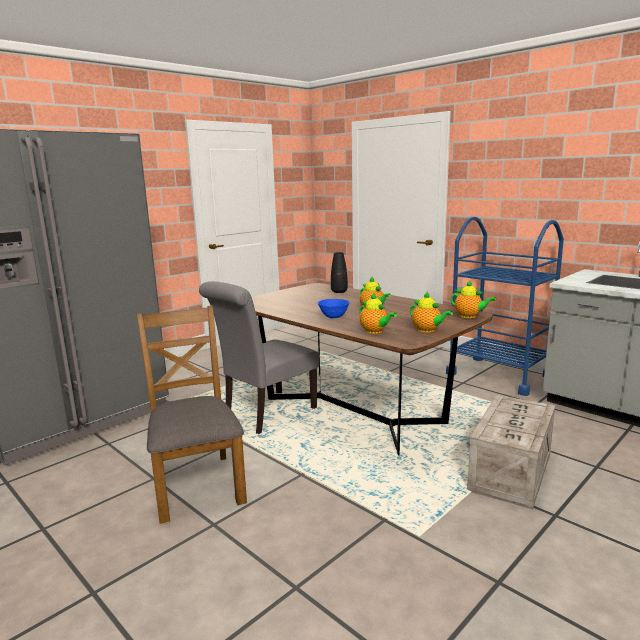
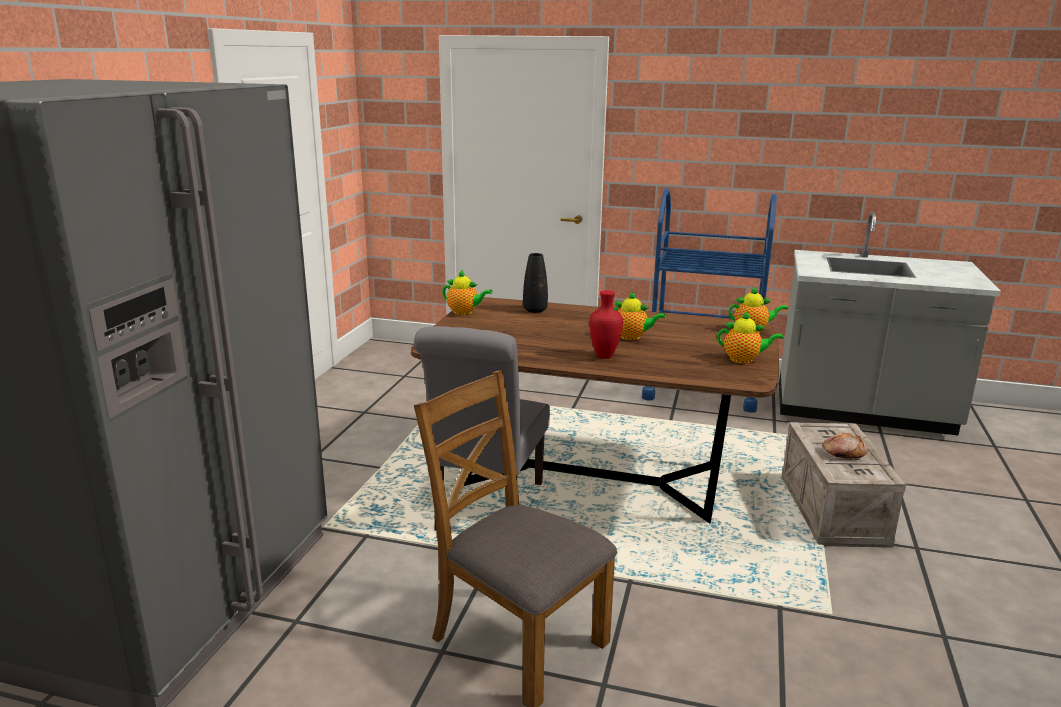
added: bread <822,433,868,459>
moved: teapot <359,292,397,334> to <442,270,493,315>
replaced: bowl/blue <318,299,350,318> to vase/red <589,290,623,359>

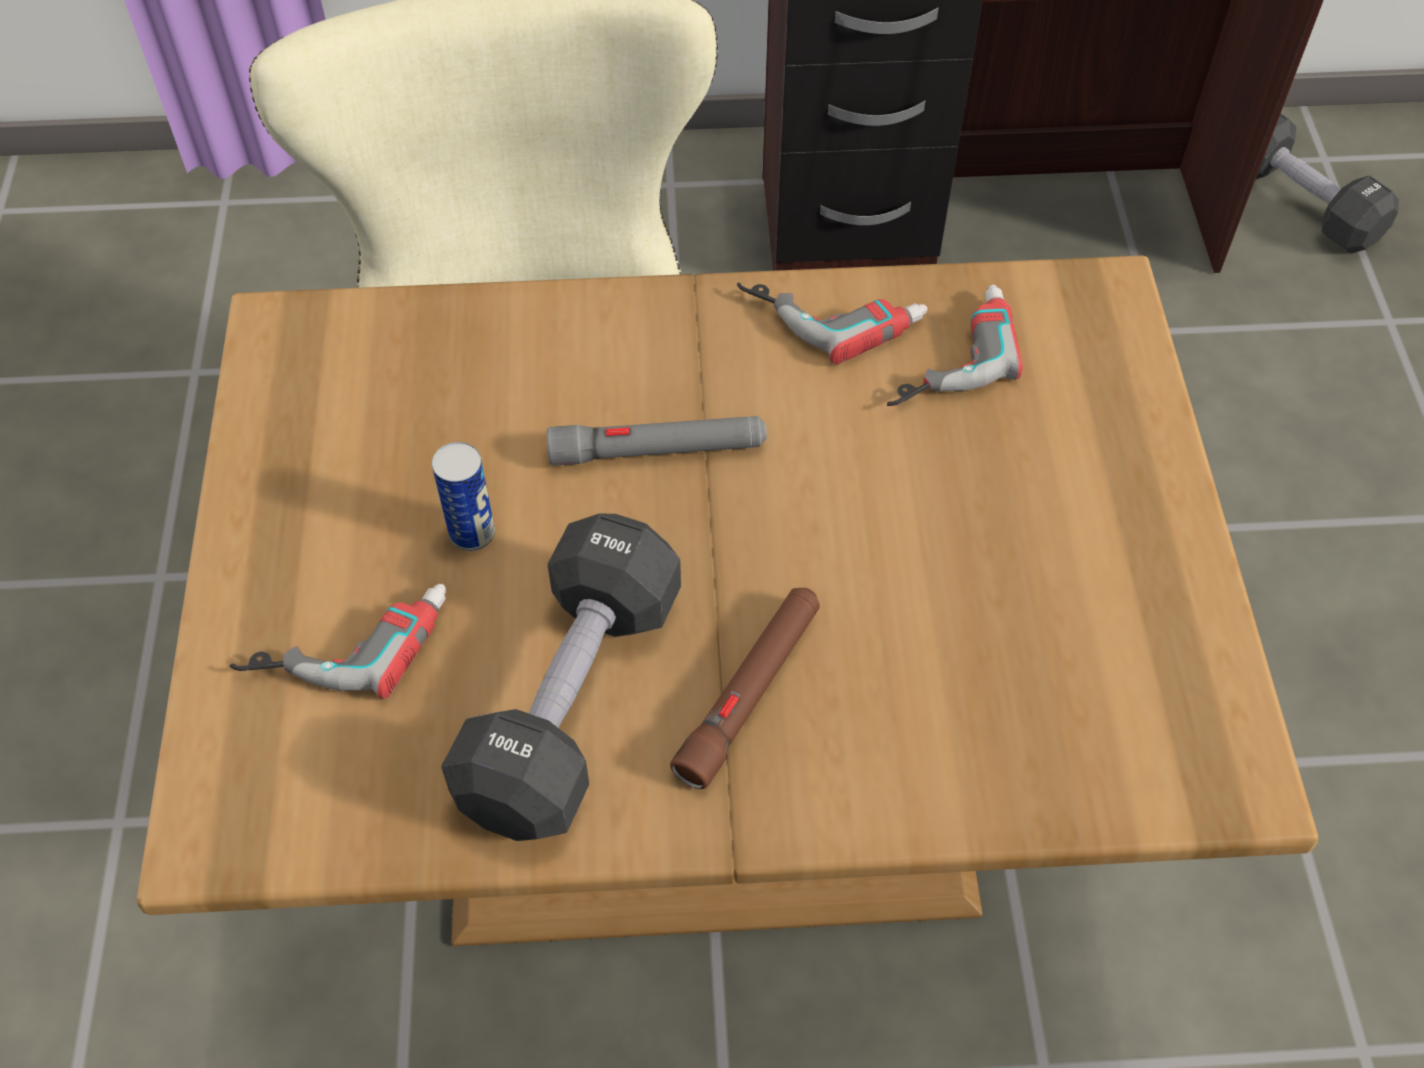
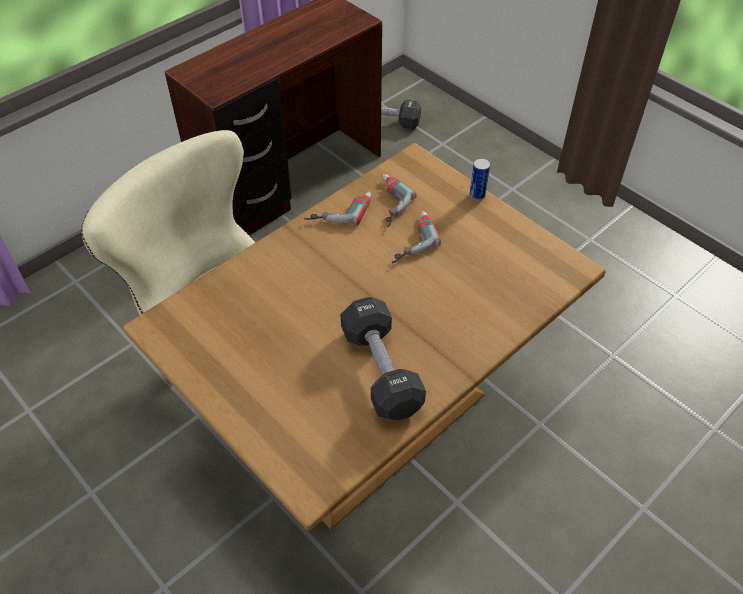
removed: flashlight/grey <547,416,767,466>; flashlight/brown <670,588,820,789>
moved: power drill <230,584,446,699> to <392,211,441,263>; can <432,442,495,551> to <470,158,490,201>

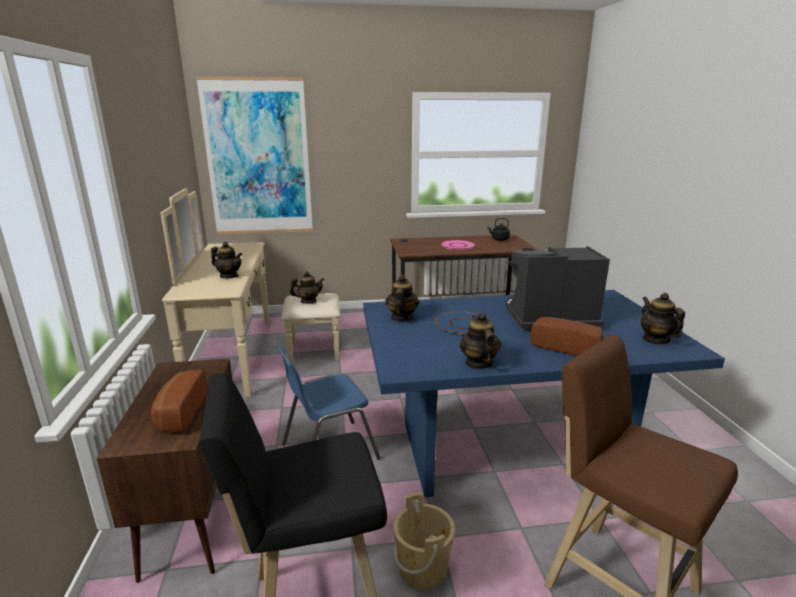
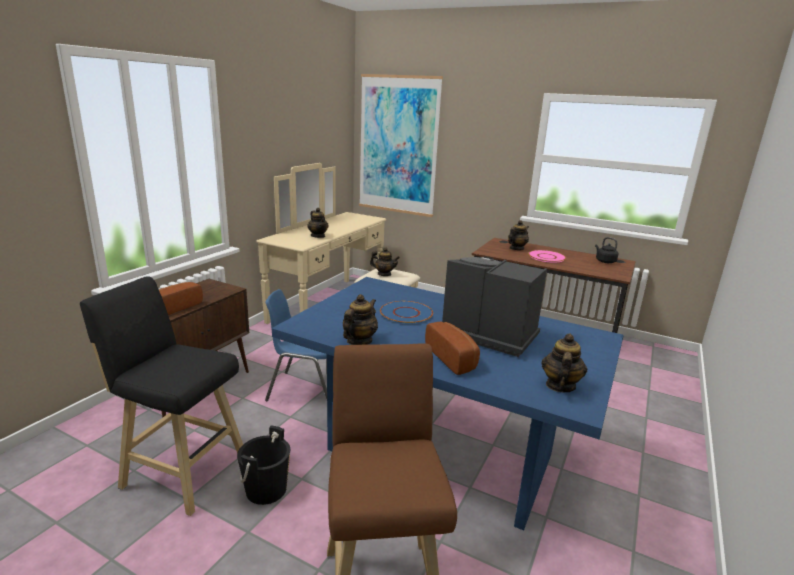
moved: teapot <385,275,419,321> to <508,220,529,250>
recoloured: bucket/beige <393,492,455,590> to bucket/black <237,426,290,505>

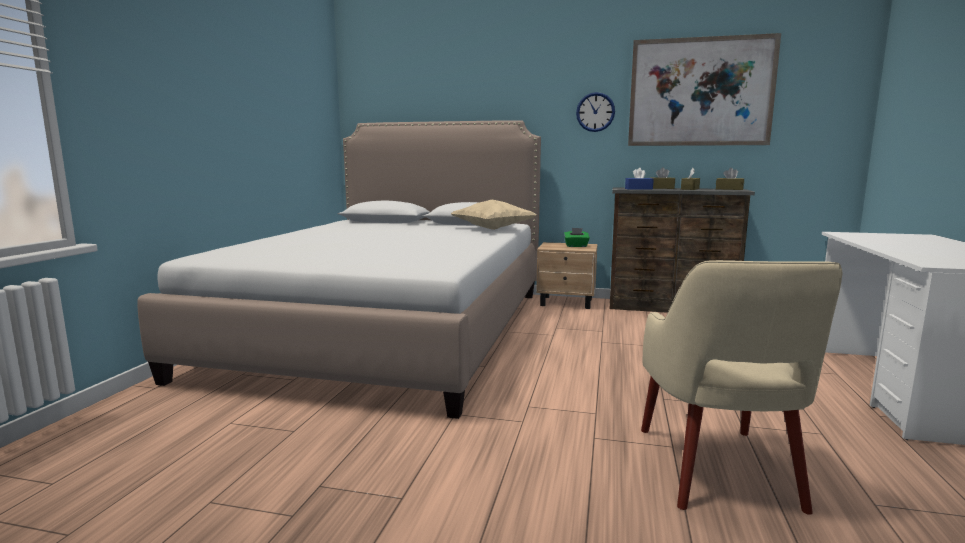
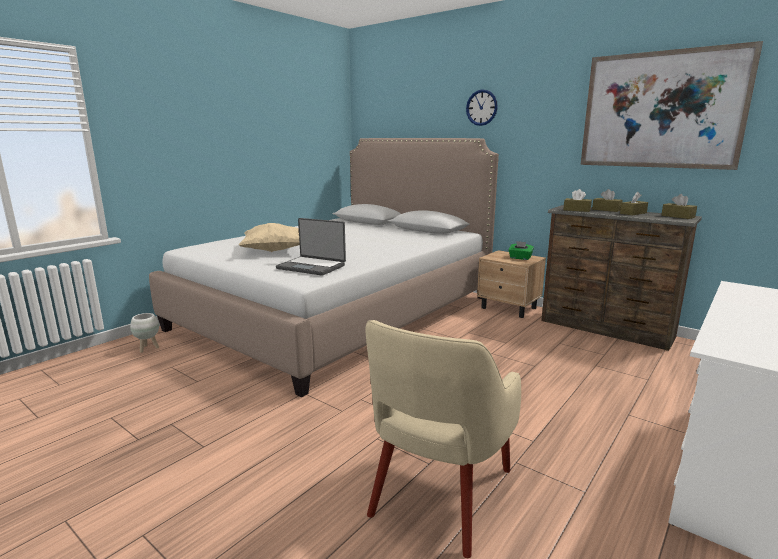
added: planter/white <130,313,159,353>; laptop <276,218,346,275>
moved: pillow/beige <451,200,536,230> to <238,223,300,252>; wall clock <576,92,615,132> to <466,89,498,126>
recoloured: tissue box/blue <625,168,654,190> to tissue box/brown <564,189,592,212>

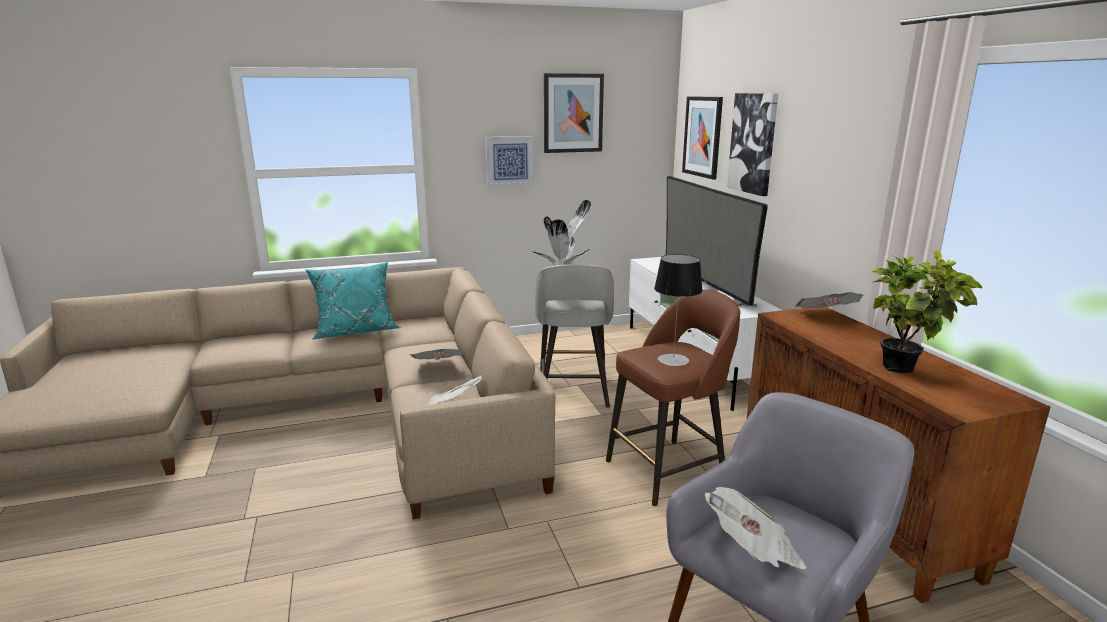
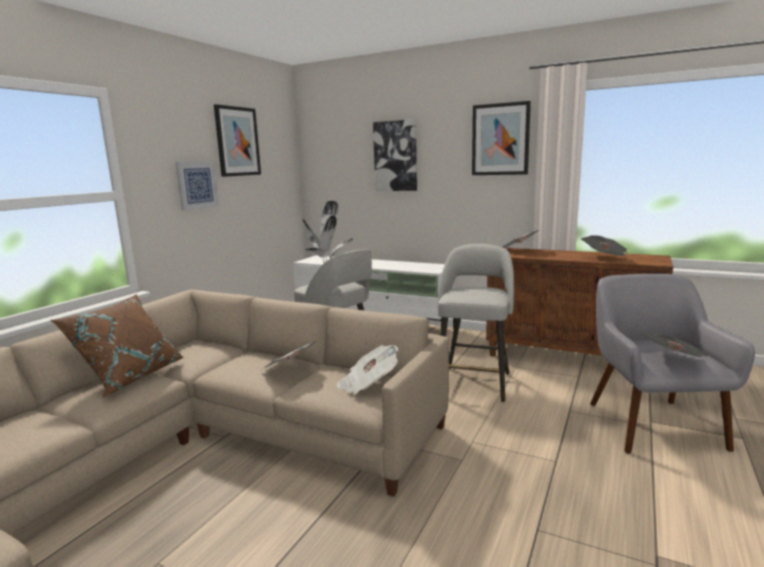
removed: table lamp <654,254,703,366>; television <666,176,768,306>
moved: picture <682,96,723,180> to <472,101,531,175>
replaced: potted plant <871,250,982,374> to newspaper <581,235,628,256>
recoloured: pillow/turquoise <305,262,401,339> to pillow/brown <50,294,184,397>; stool/brown <606,289,740,506> to stool/grey <438,244,514,402>

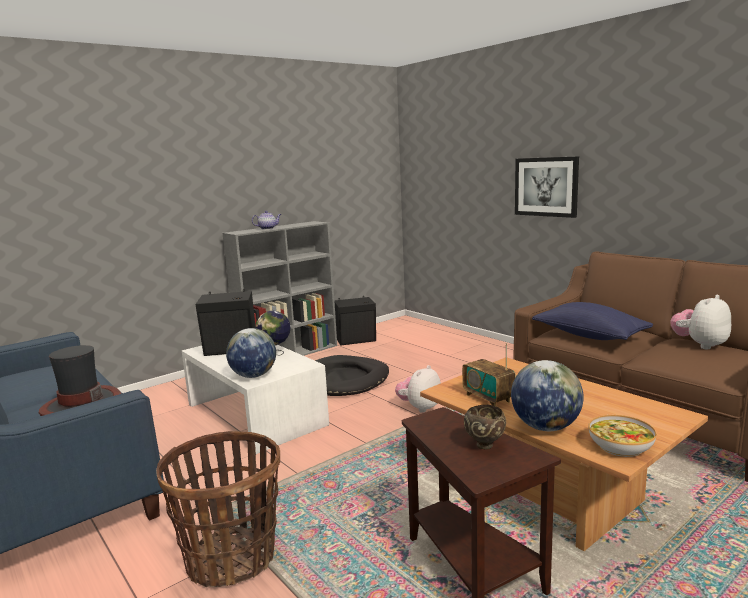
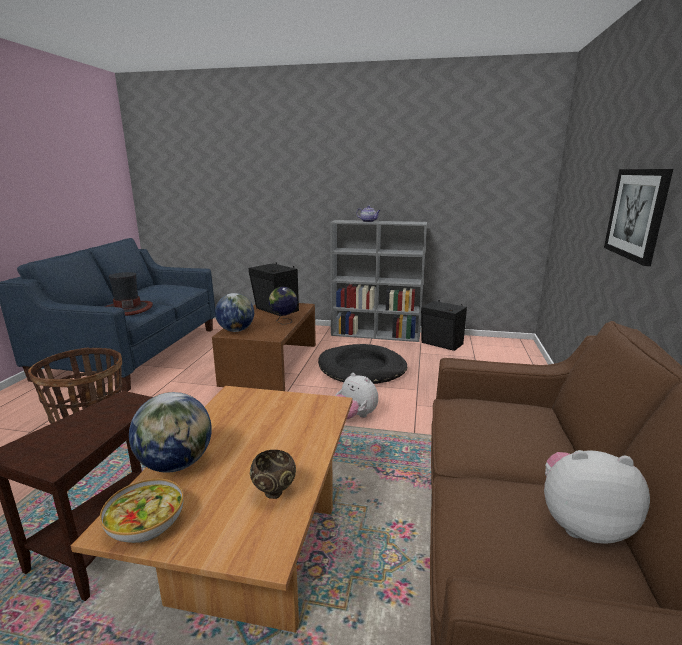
removed: radio <462,343,516,406>; pillow/blue <532,302,653,340>
moved: bowl/brown <464,405,506,450> to <250,450,296,499>
recoloured: coffee table/white <182,345,329,454> to coffee table/brown <212,303,316,391>
turned: plush toy <395,365,441,413> = <335,373,378,419> 135 degrees counterclockwise

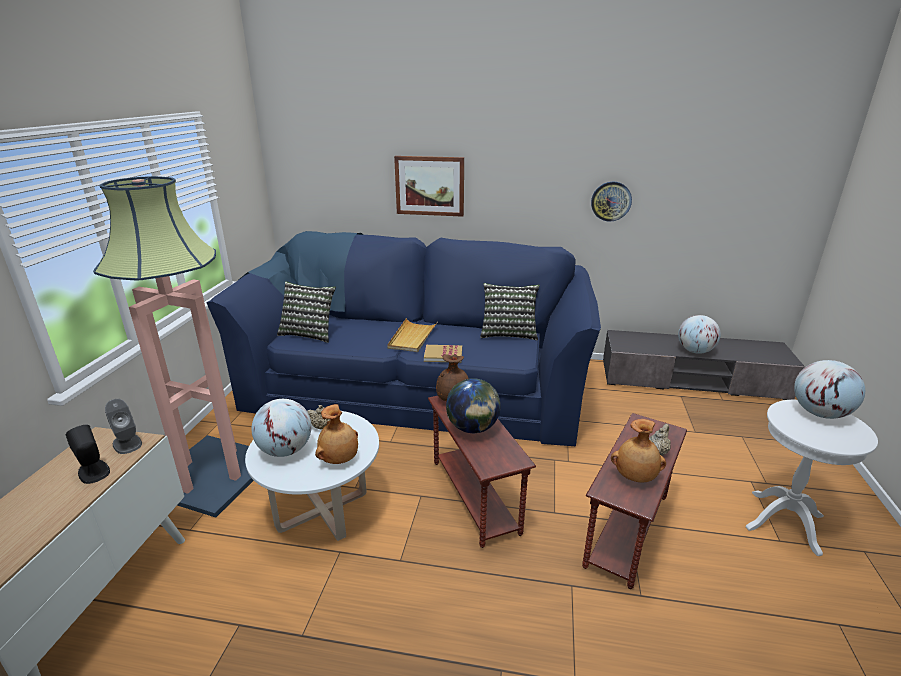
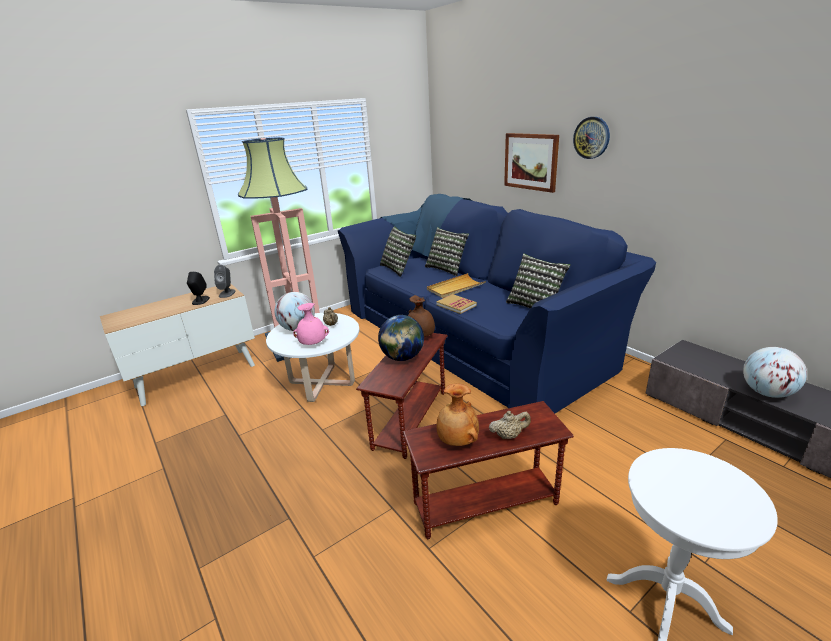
removed: globe <794,360,865,419>
added: pillow <425,227,469,276>
moved: wall clock <591,182,632,221> to <573,117,610,159>
recoloured: vase/brown <315,404,358,464> to vase/pink <293,303,329,345>

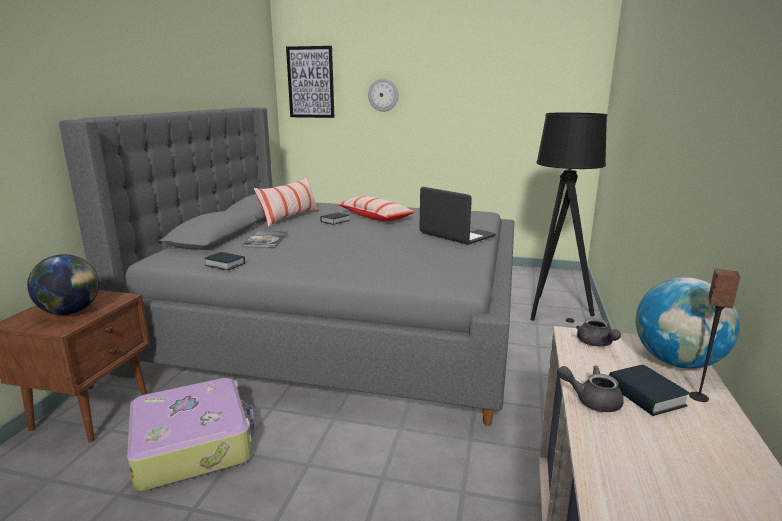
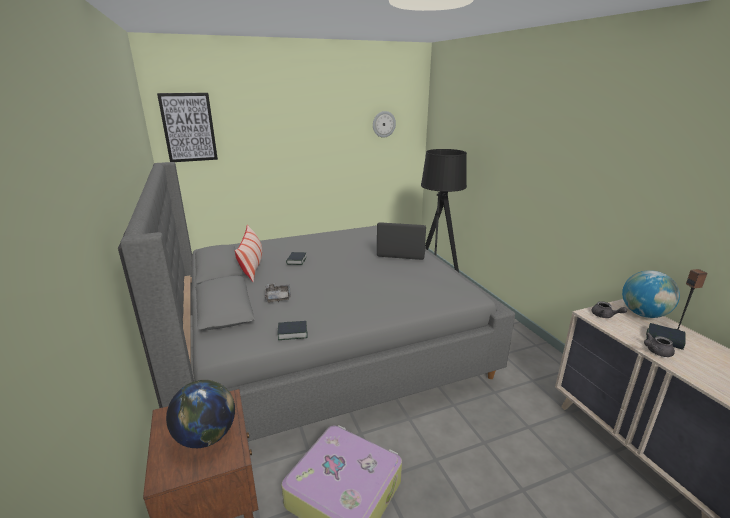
removed: pillow <337,196,415,221>
moved: wall clock <368,78,399,112> to <373,111,396,138>
replaced: book <242,231,288,248> to tray/grey <265,283,291,303>

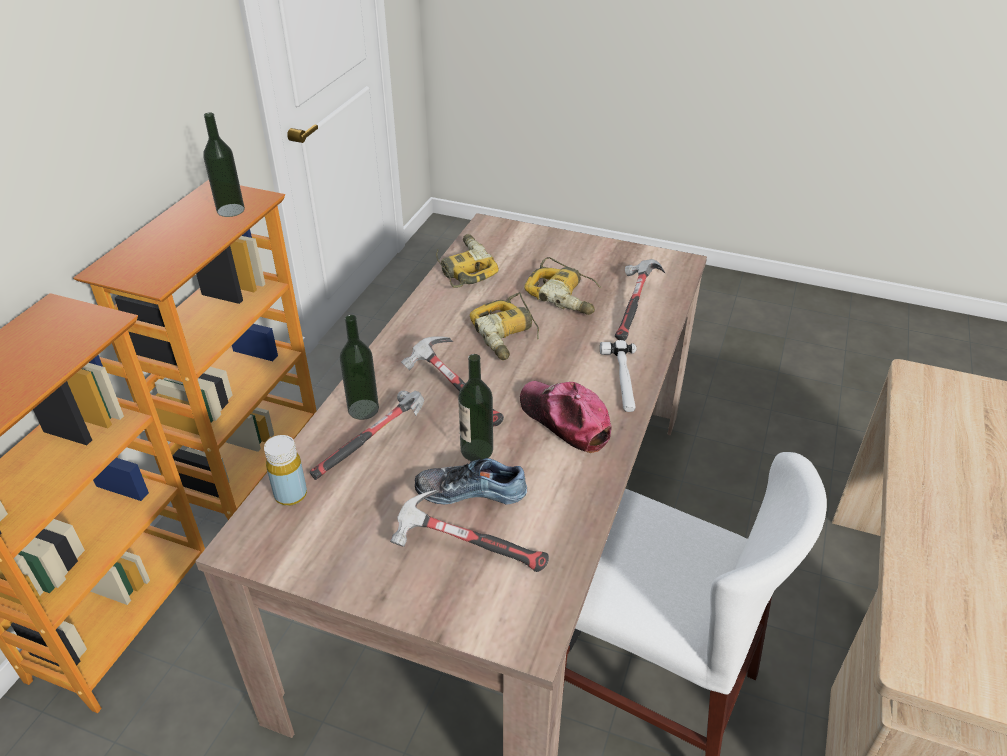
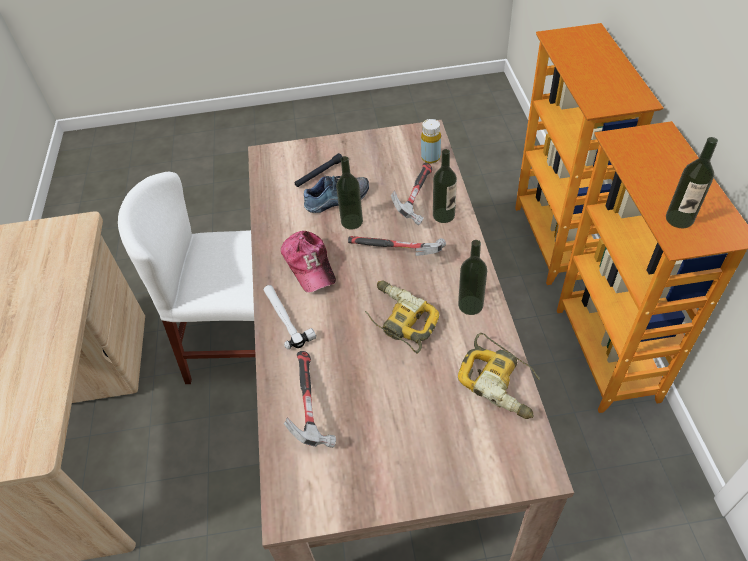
removed: power drill <524,257,602,315>
added: bottle <458,240,487,315>
replaced: hammer <390,490,549,572> to flashlight/black <295,153,343,187>
turned: cap <520,381,612,453> = <281,231,336,292> 45 degrees clockwise

